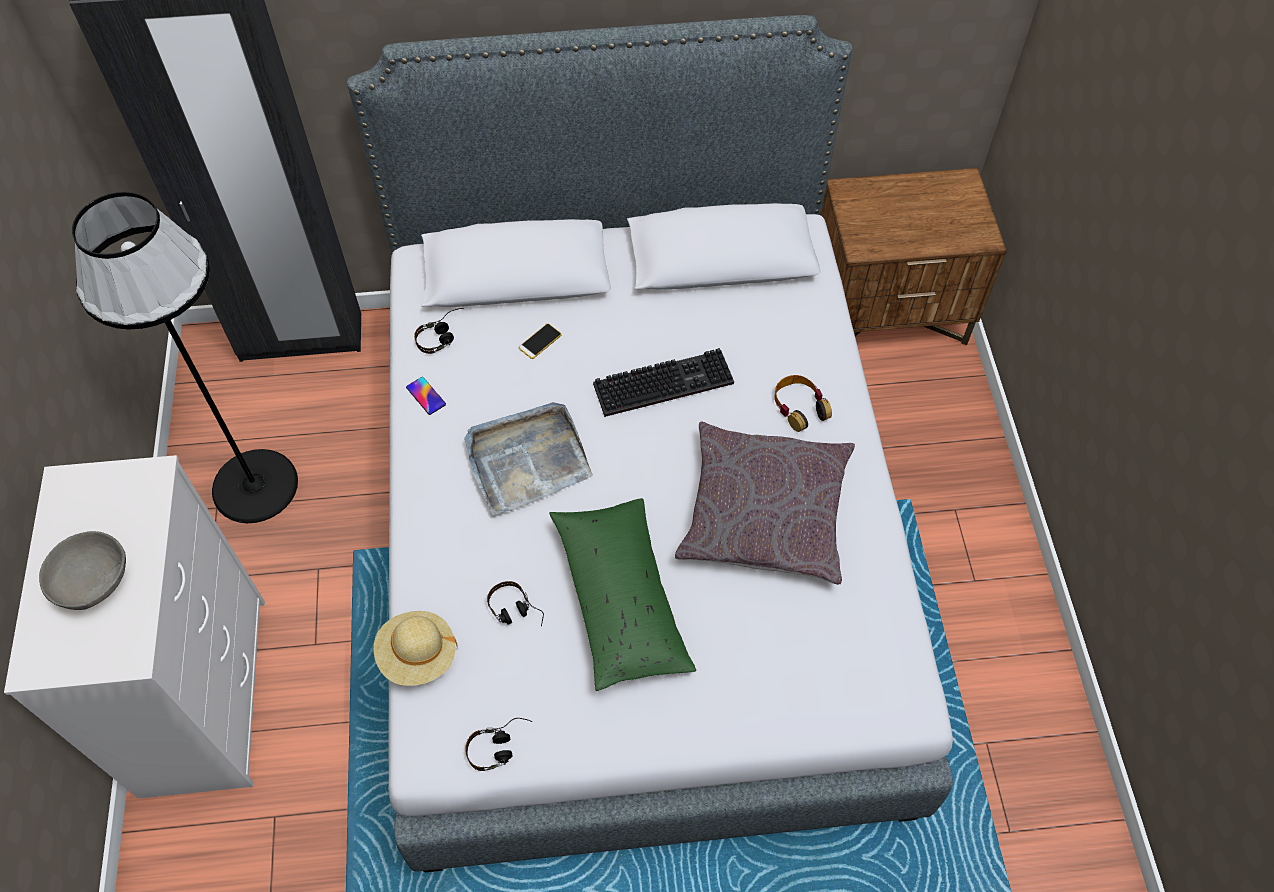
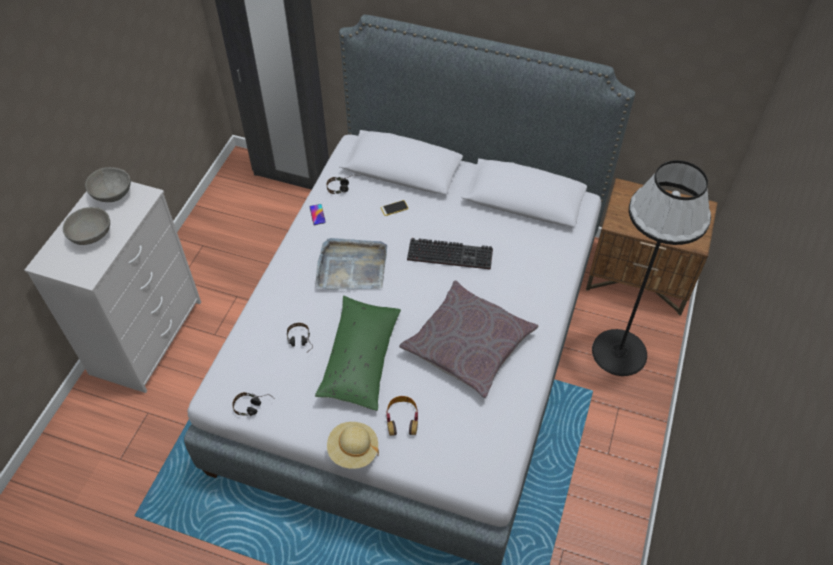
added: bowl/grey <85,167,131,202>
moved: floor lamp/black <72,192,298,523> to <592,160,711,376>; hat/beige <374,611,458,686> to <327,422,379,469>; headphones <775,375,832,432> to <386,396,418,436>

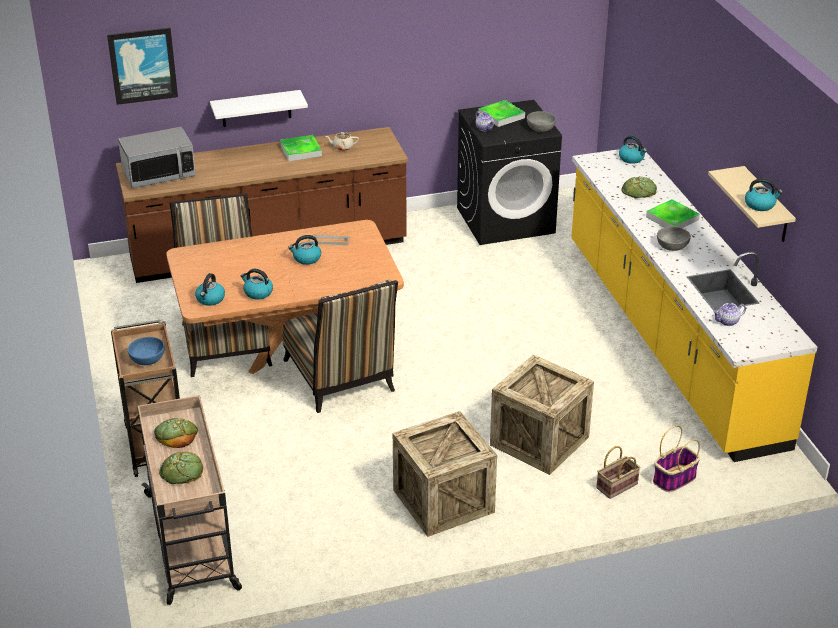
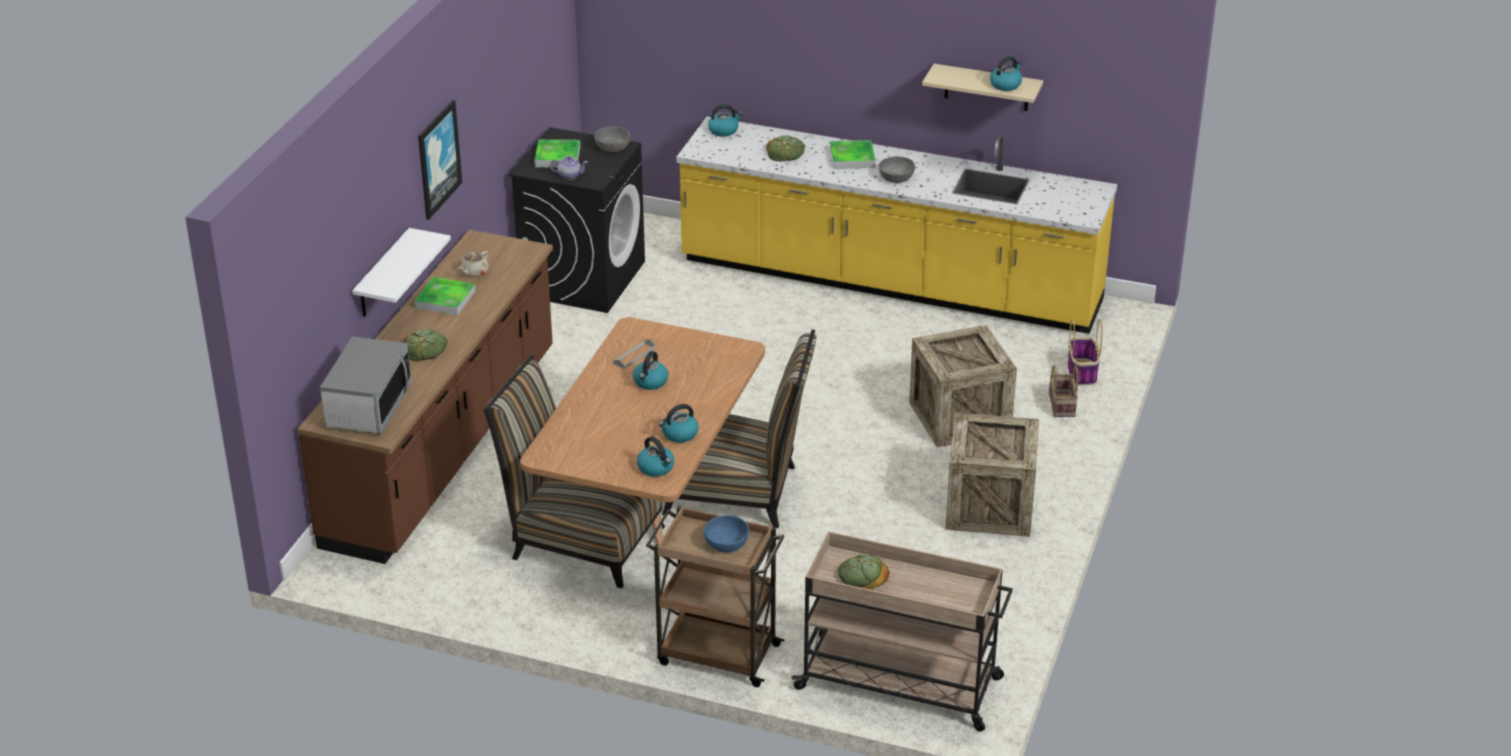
removed: teapot <713,303,746,326>
moved: picture <107,28,178,105> to <418,100,462,220>; bread <159,452,203,484> to <404,329,448,361>

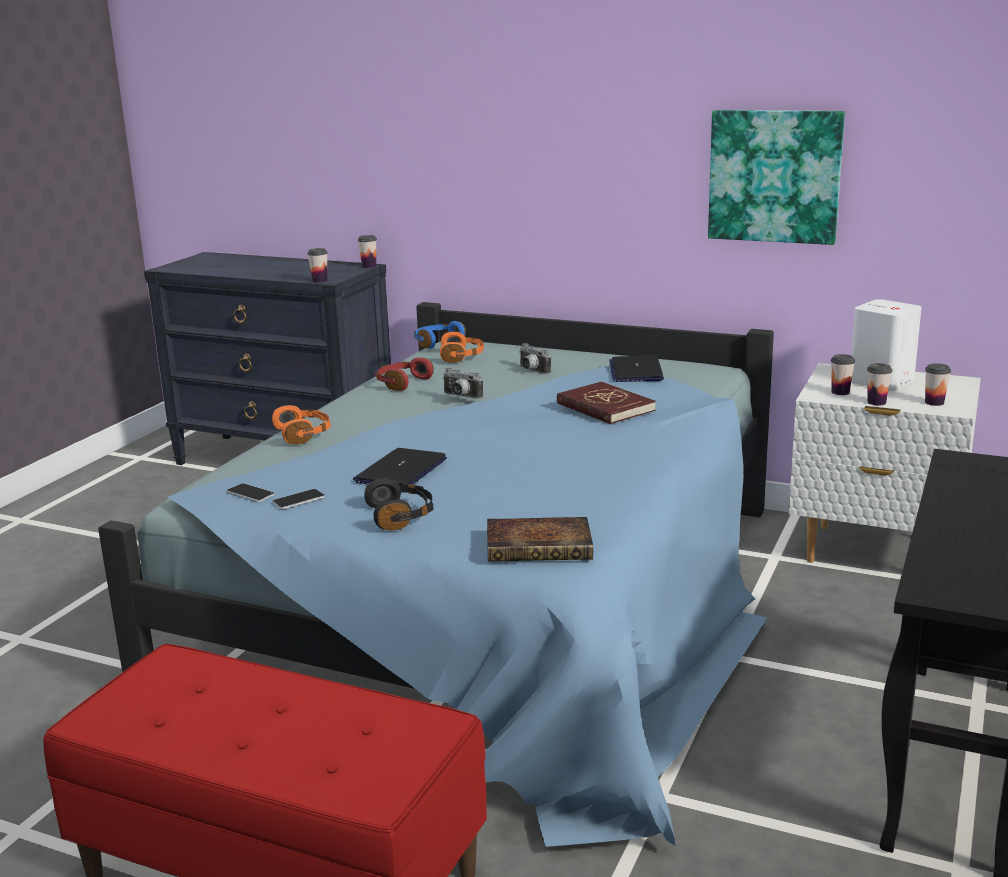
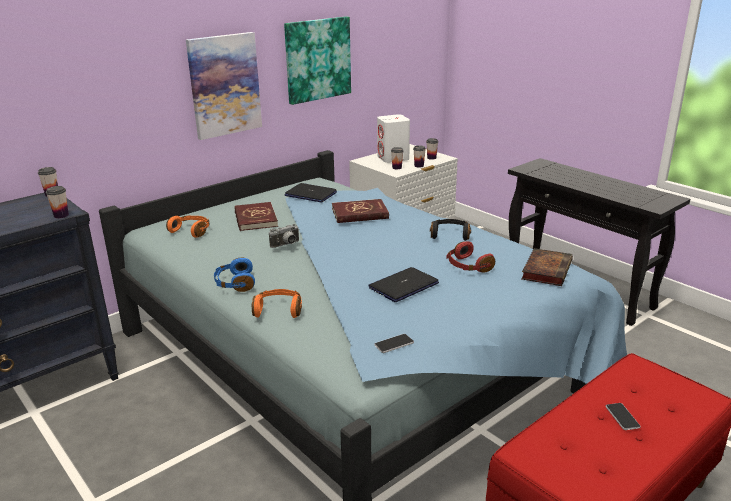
added: picture <186,32,262,140>
moved: phone <272,489,325,510> to <606,403,641,430>; headphones/black <364,478,434,531> to <430,219,471,241>; headphones/red <375,358,434,391> to <446,241,495,272>; headphones/blue <414,321,466,348> to <214,258,255,292>
replaced: photo camera <519,343,551,374> to book/red <235,202,278,231>
turned: laptop <353,448,447,485> = <368,267,439,302> 90 degrees clockwise

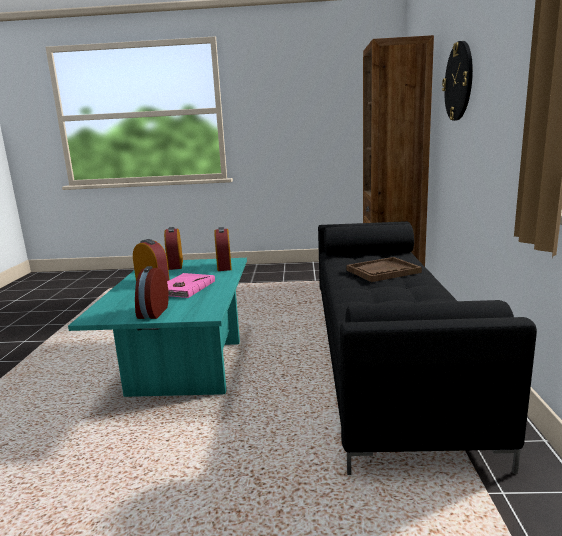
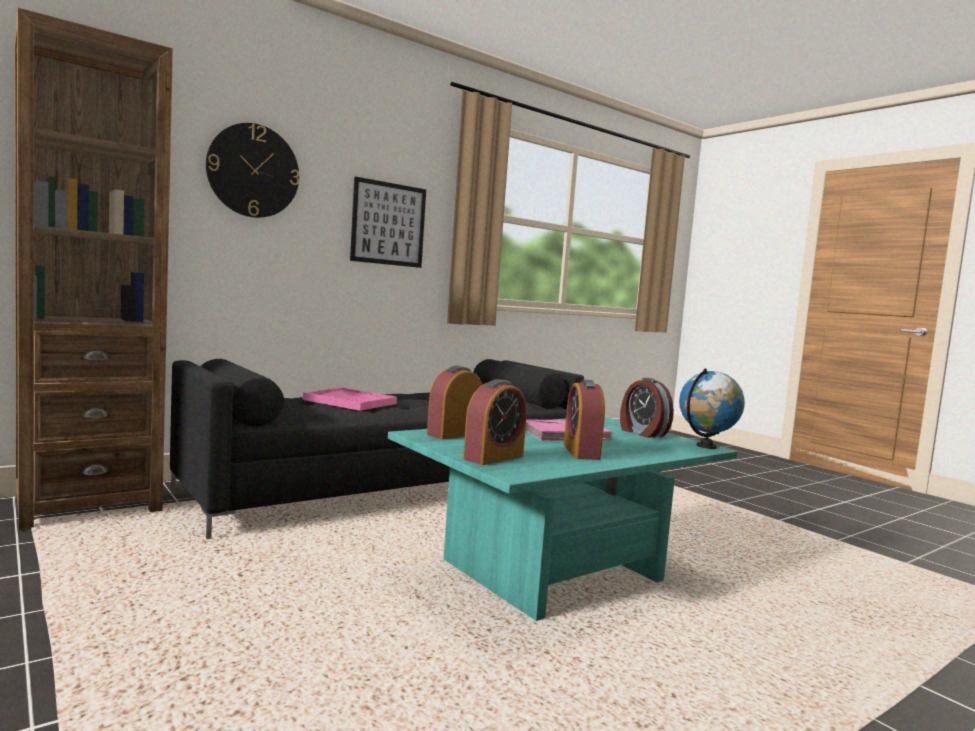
added: picture <350,176,426,268>; globe <679,368,745,449>
recoloured: tray/brown <346,257,422,282> to tray/pink <303,387,397,411>
turned: alarm clock <135,266,169,319> = <620,378,674,438> 90 degrees clockwise

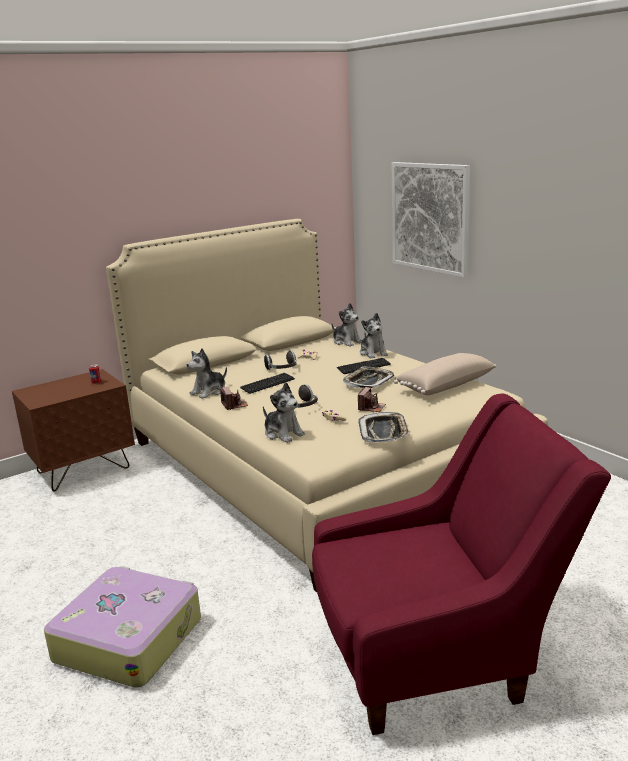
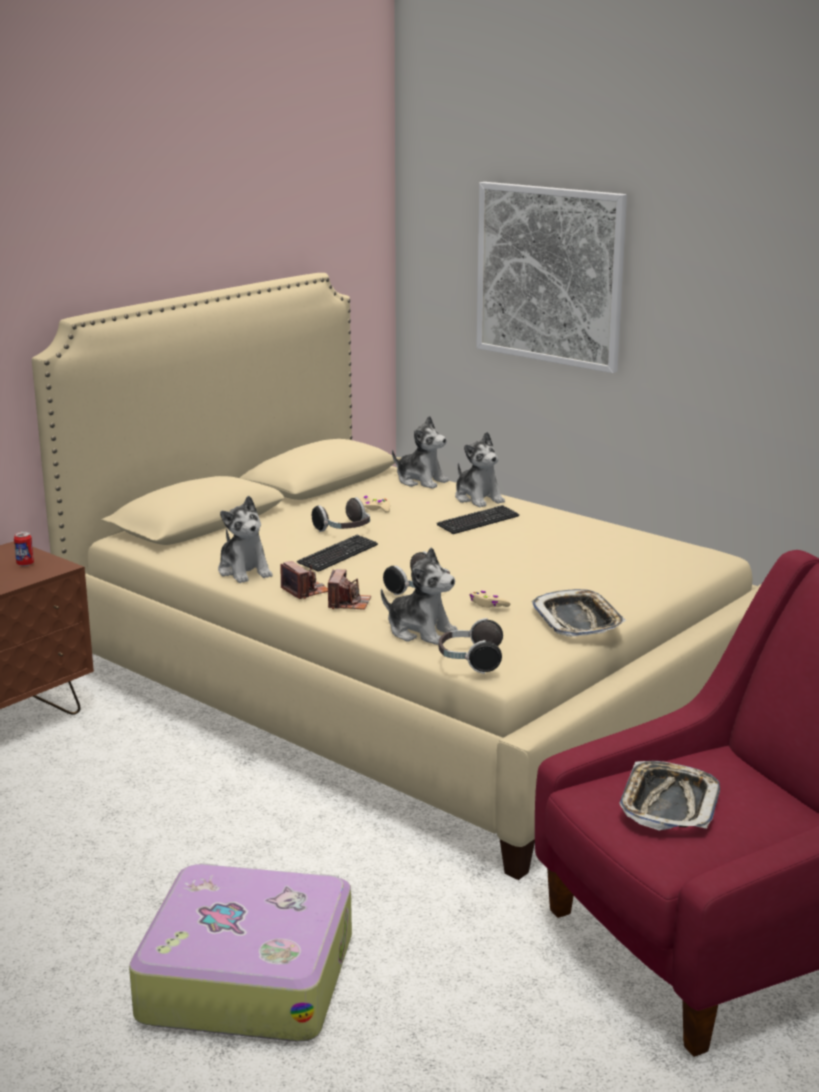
removed: pillow/beige <394,353,496,395>
added: headphones <439,618,503,674>
moved: tray <343,367,394,388> to <619,761,720,831>; photo camera <358,387,386,412> to <328,569,371,610>
turned: plush toy <187,348,227,399> = <218,496,273,583> 60 degrees counterclockwise

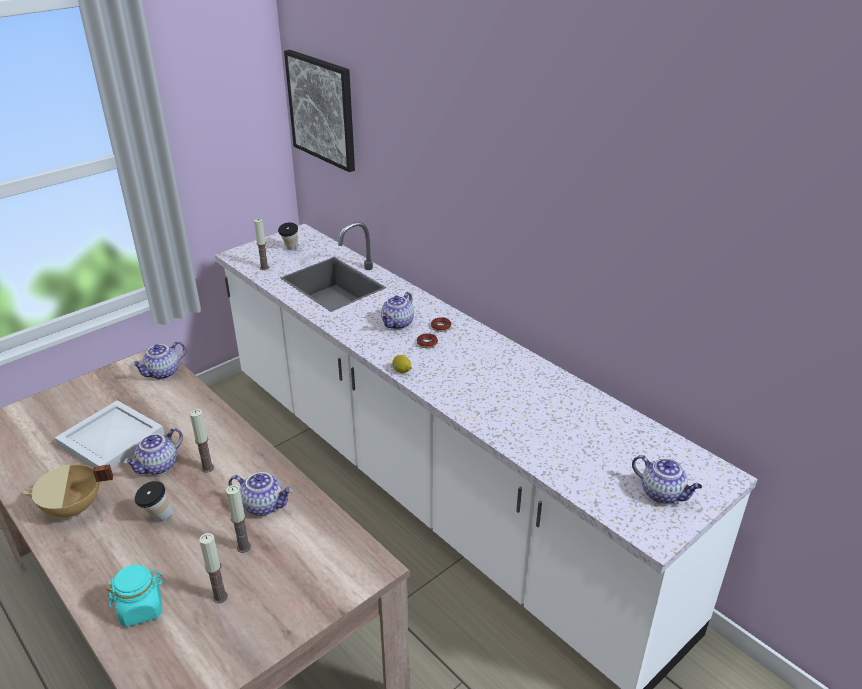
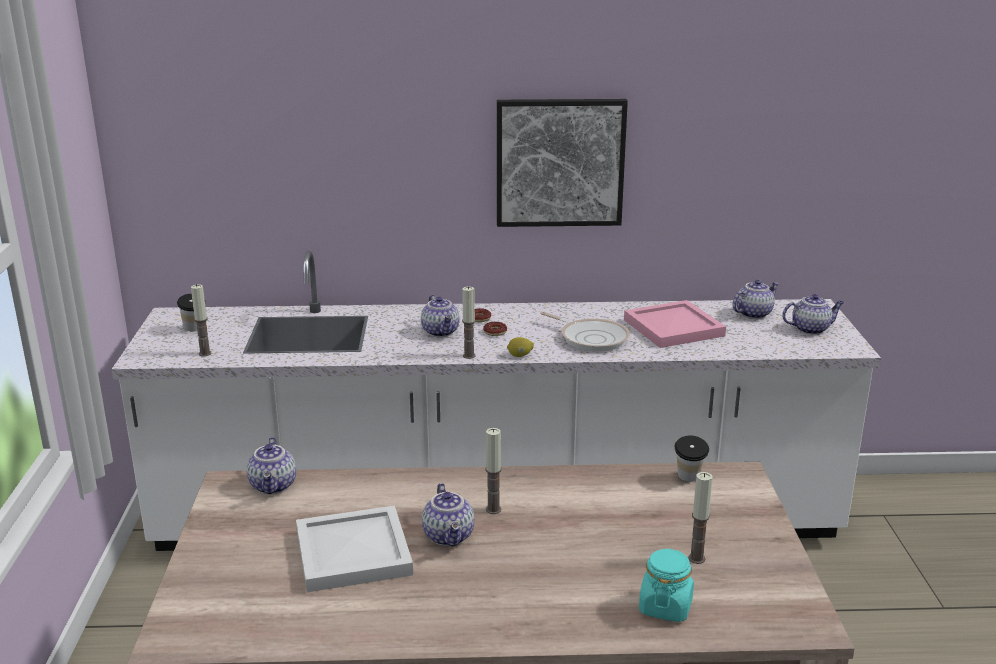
removed: cooking pot/beige <23,464,113,519>
added: frying pan <540,312,630,352>; tray/pink <624,300,726,348>
moved: cup <135,481,173,522> to <675,435,709,482>; candle <226,485,251,553> to <462,286,476,359>; teapot <228,472,293,516> to <732,280,779,319>; picture <284,50,355,172> to <497,99,628,227>

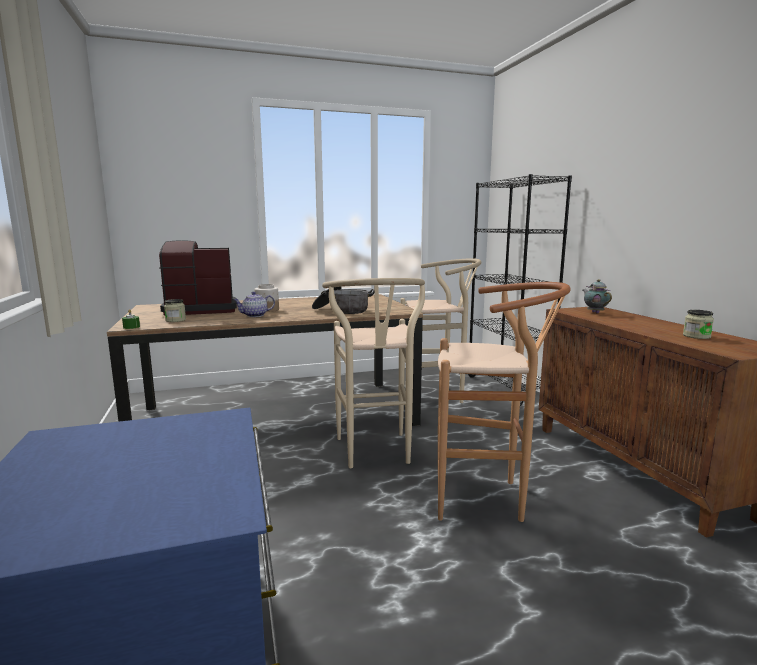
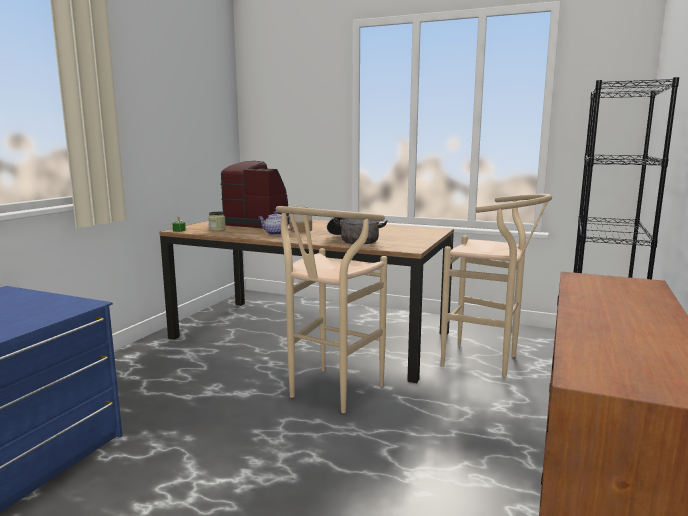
removed: stool/brown <438,282,571,522>; teapot <583,279,612,313>; jar <683,310,714,339>

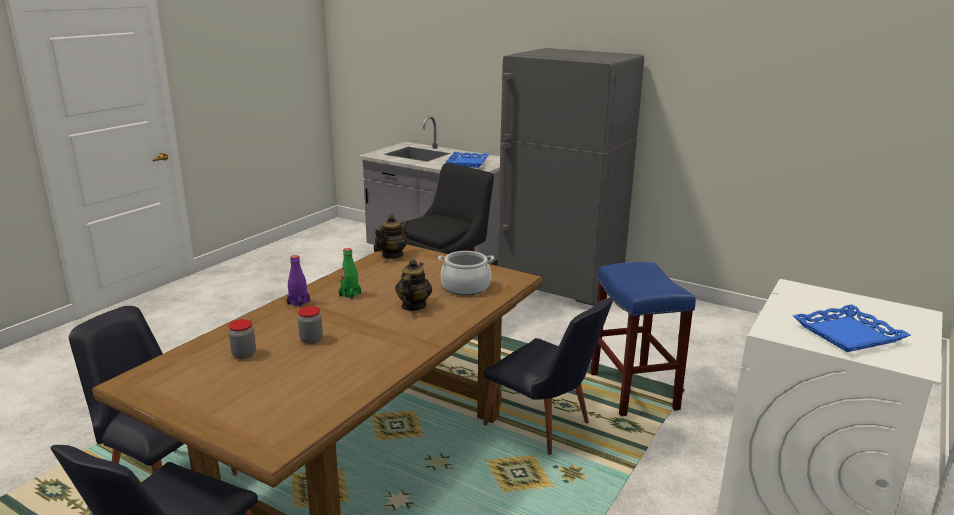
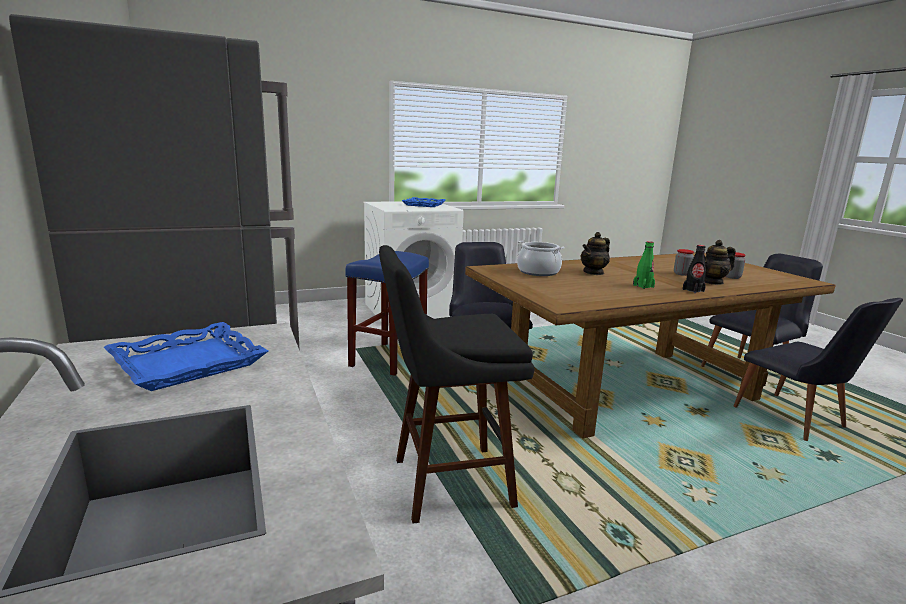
moved: teapot <375,215,408,259> to <704,240,736,285>
recoloured: bottle/purple <287,255,310,308> to bottle/black <683,245,706,293>

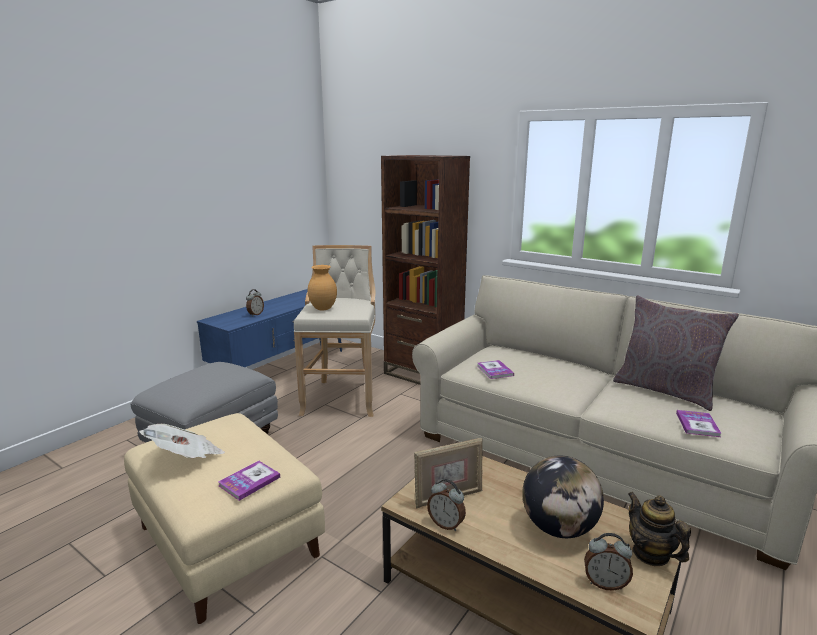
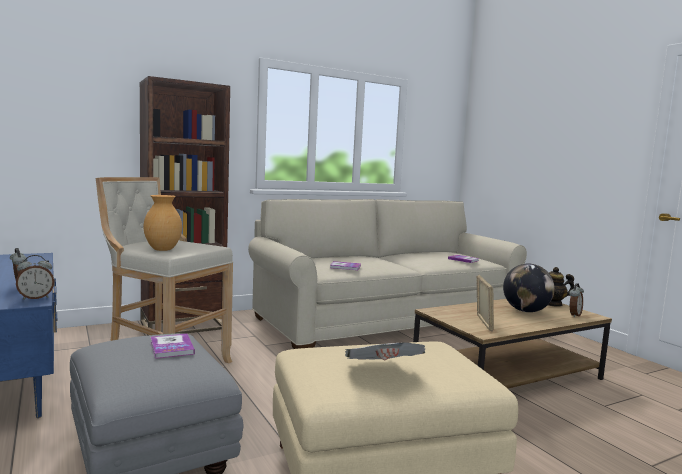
removed: pillow/grey <613,295,739,411>
moved: book <218,461,280,501> to <151,333,195,359>; alarm clock <427,479,466,531> to <16,255,54,300>

